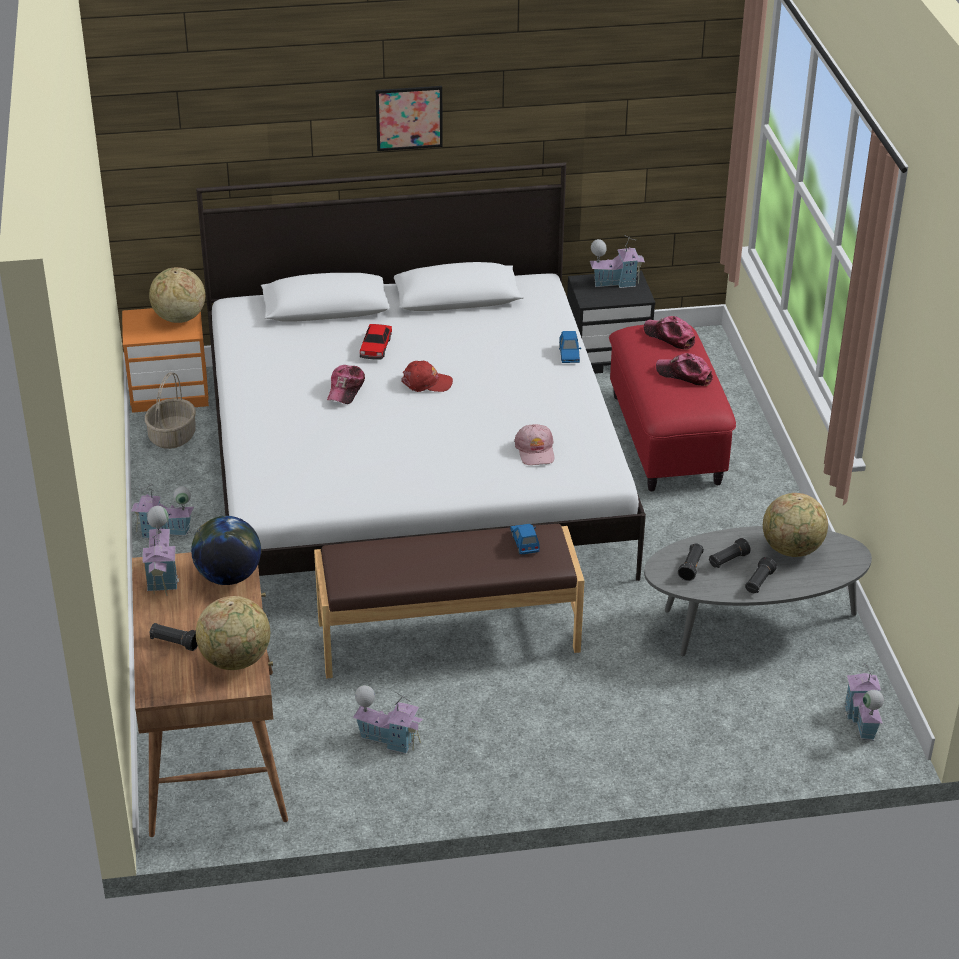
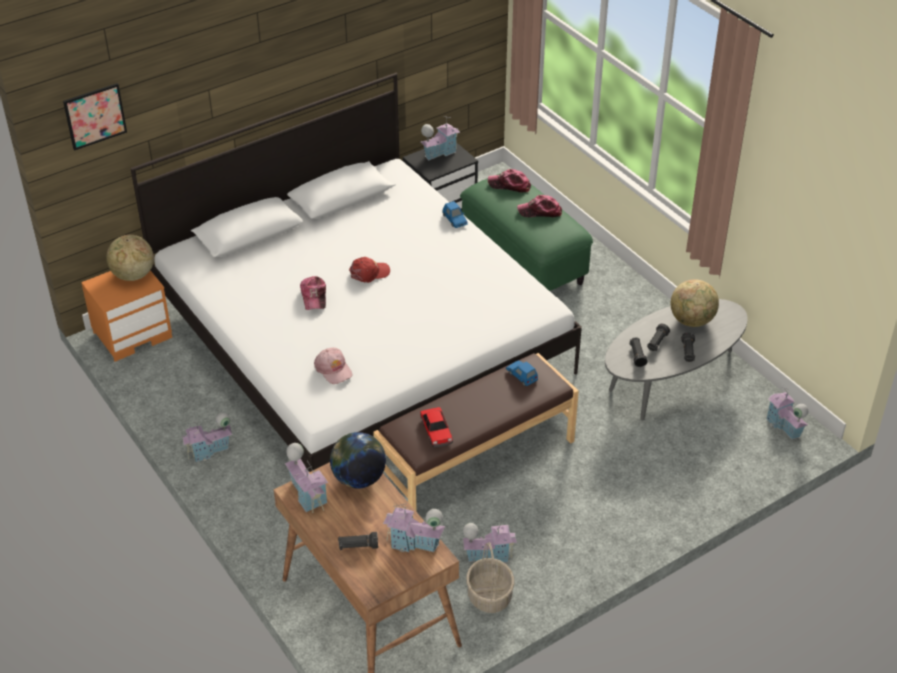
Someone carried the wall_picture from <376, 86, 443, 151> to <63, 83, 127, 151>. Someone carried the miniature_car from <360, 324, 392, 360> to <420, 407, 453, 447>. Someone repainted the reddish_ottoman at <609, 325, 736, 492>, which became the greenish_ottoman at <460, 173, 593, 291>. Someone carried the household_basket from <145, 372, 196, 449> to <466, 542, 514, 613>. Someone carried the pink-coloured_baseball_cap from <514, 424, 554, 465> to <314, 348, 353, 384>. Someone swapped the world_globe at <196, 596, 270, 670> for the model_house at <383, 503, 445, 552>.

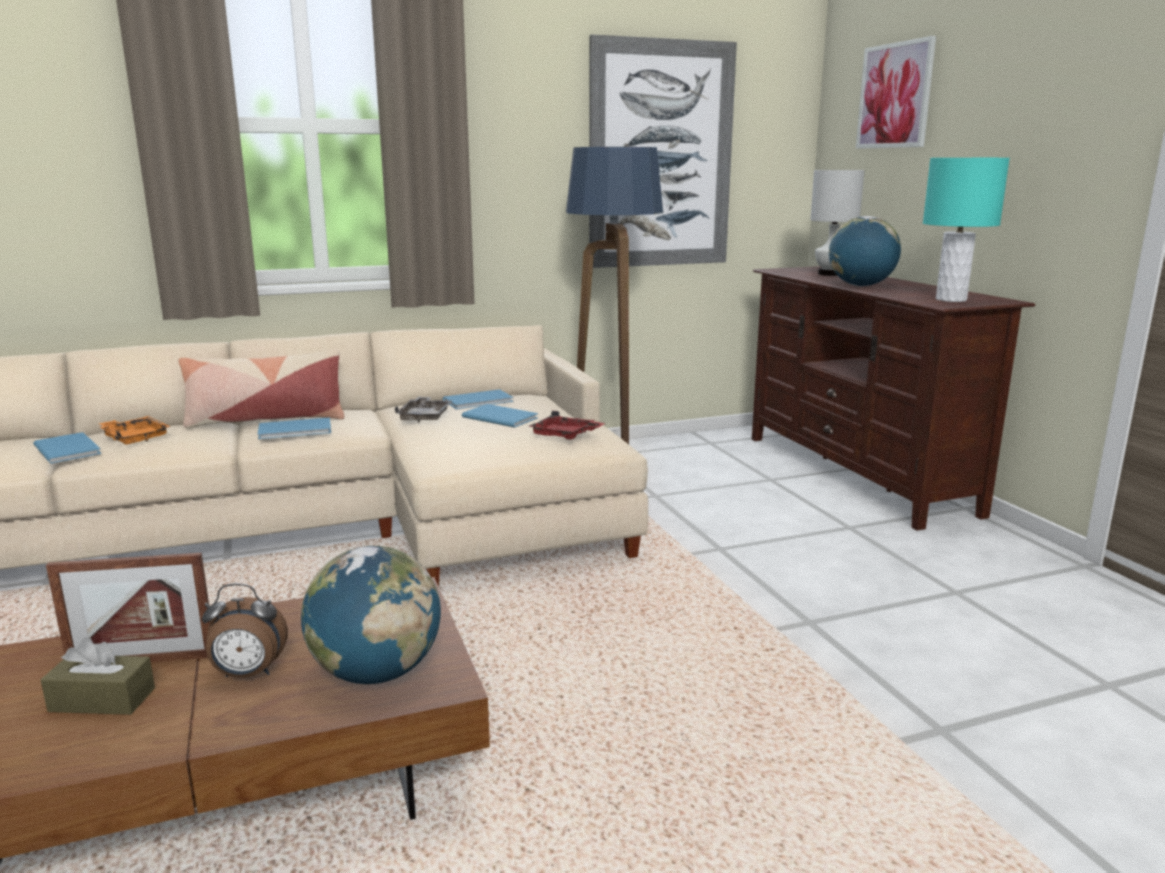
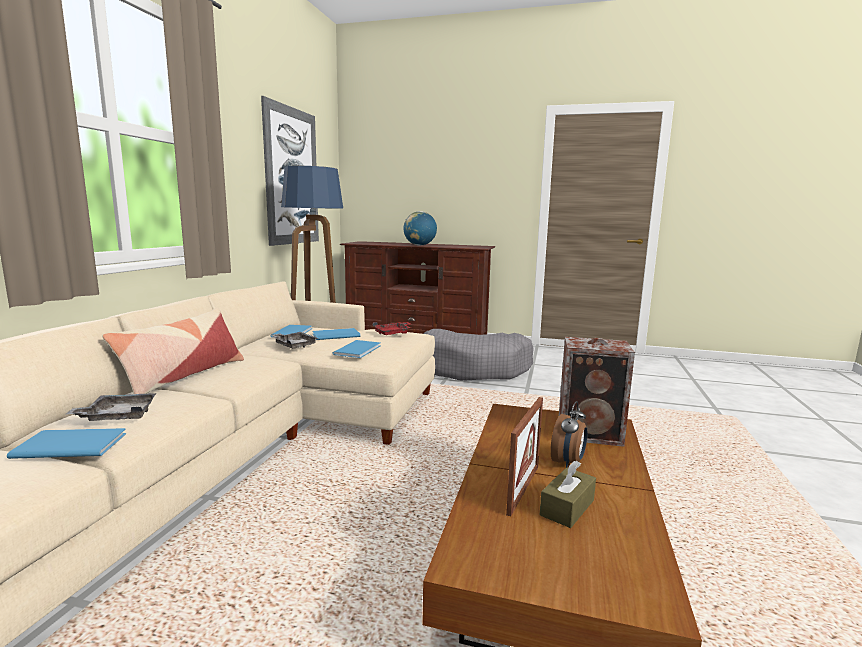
Someone took away the wall_picture at <856, 36, 936, 149>. Someone took away the turquoise-coloured_lamp_for_a_table at <923, 158, 1010, 302>. Someone took away the white-coloured_lamp_for_a_table at <810, 170, 865, 276>. Someone repainted the orange_carrying_tray at <98, 416, 171, 444>, which became the grey_carrying_tray at <66, 393, 156, 421>. Someone carried the blue_book from <258, 417, 331, 439> to <333, 340, 380, 358>. Someone swapped the world_globe at <301, 546, 441, 684> for the speaker at <559, 337, 635, 447>. Someone put down the grey_dog_cushion at <423, 329, 534, 381>.

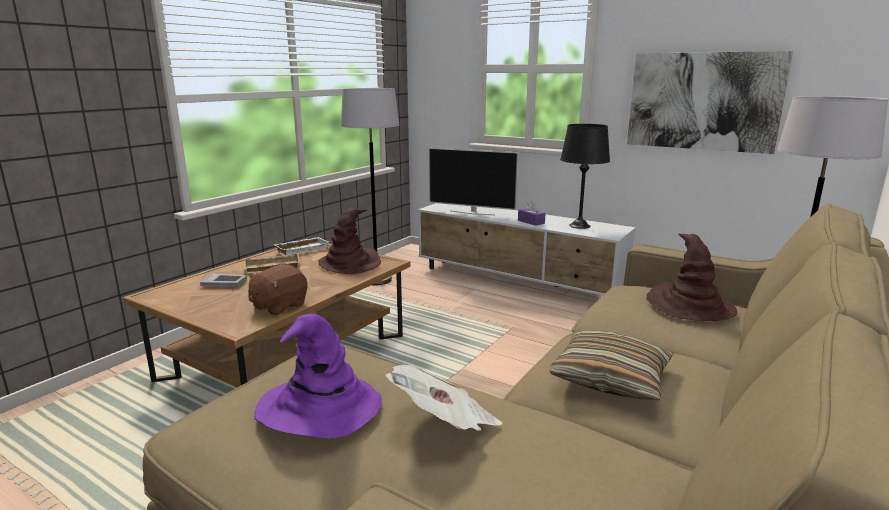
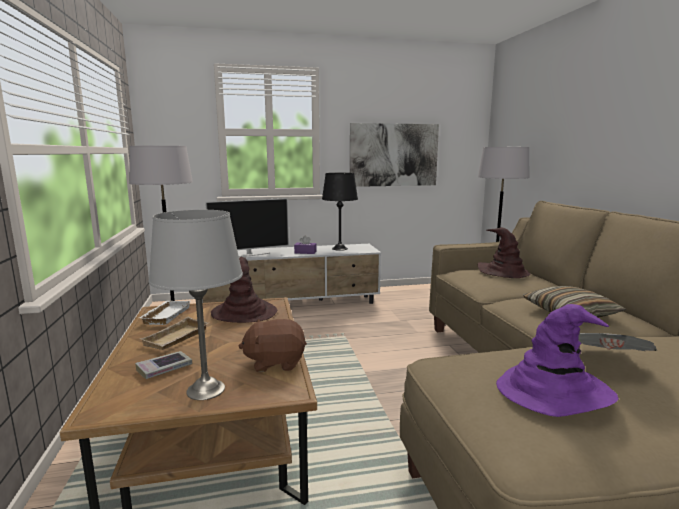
Someone rotated the brownish_plush_toy at <248, 264, 308, 316> by 90 degrees clockwise. Someone put down the grey_lamp_for_a_table at <149, 210, 243, 400>.

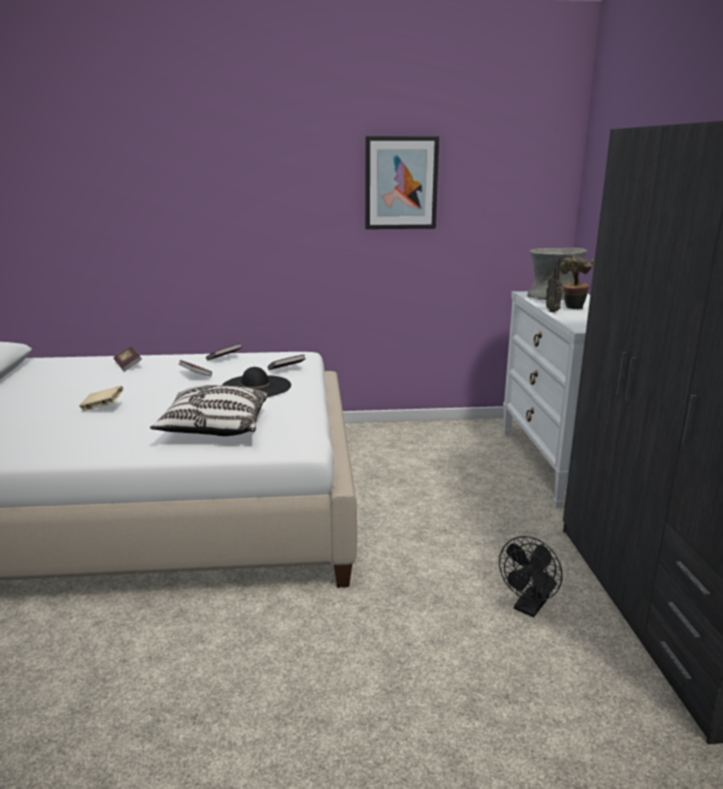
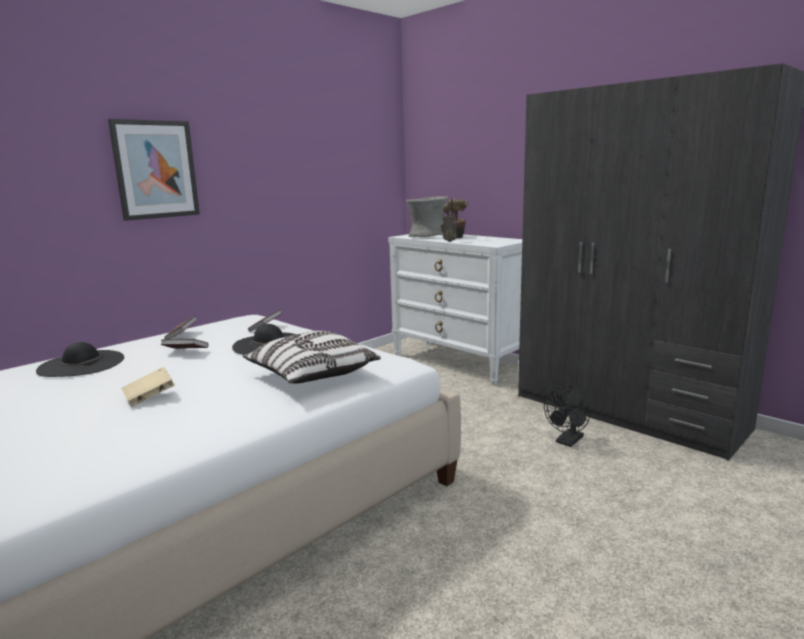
Someone carried the wall_picture from <365, 136, 439, 229> to <108, 119, 200, 221>. Someone swapped the book at <114, 346, 142, 371> for the black-coloured_hat at <36, 342, 124, 377>. Someone rotated the black-coloured_fan at <499, 536, 563, 617> by 45 degrees clockwise.

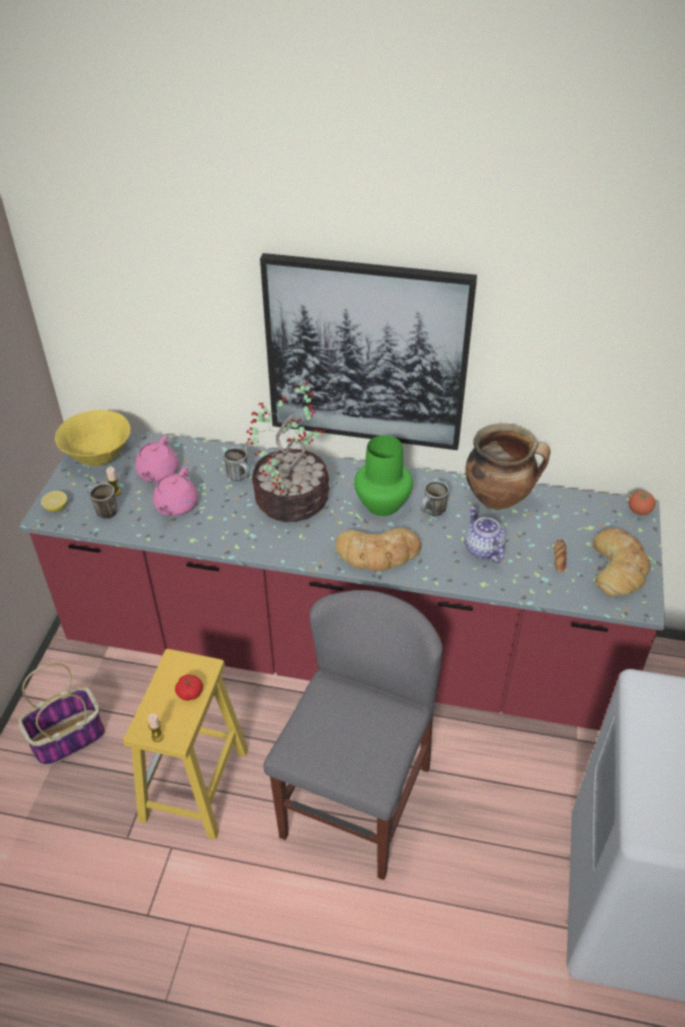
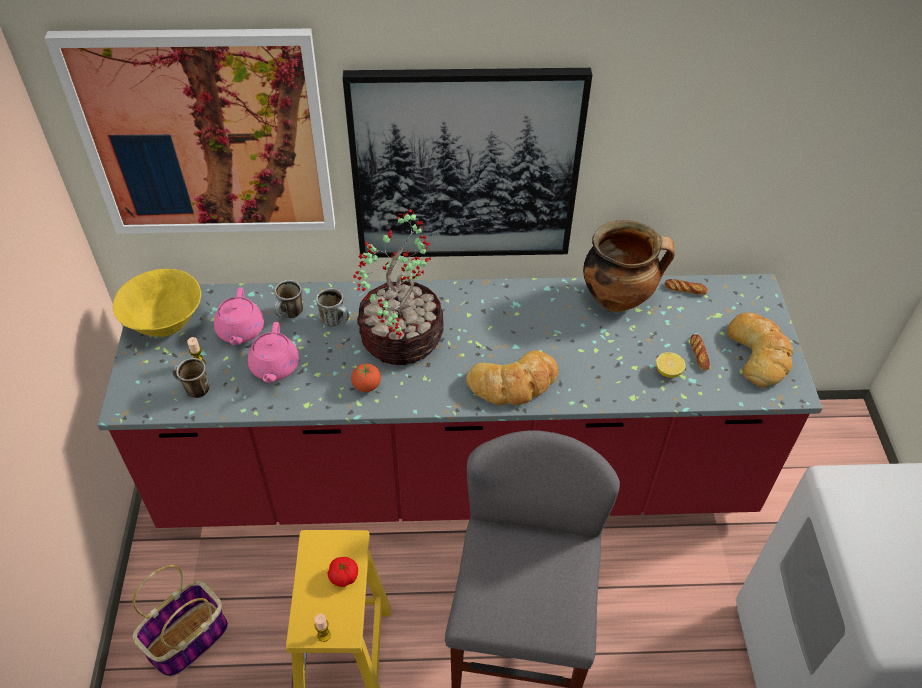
Someone took away the greenish_vase at <354, 435, 413, 516>. Someone carried the coffee_mug from <421, 480, 449, 516> to <274, 280, 303, 318>. Someone carried the citrus_fruit from <41, 491, 67, 512> to <656, 352, 686, 378>. Someone carried the whole_tomato from <628, 491, 656, 515> to <351, 364, 381, 392>. Someone took away the pot_for_tea at <464, 506, 506, 563>. Someone put up the wall_picture at <45, 29, 335, 234>. Someone put down the bread at <664, 279, 708, 295>.

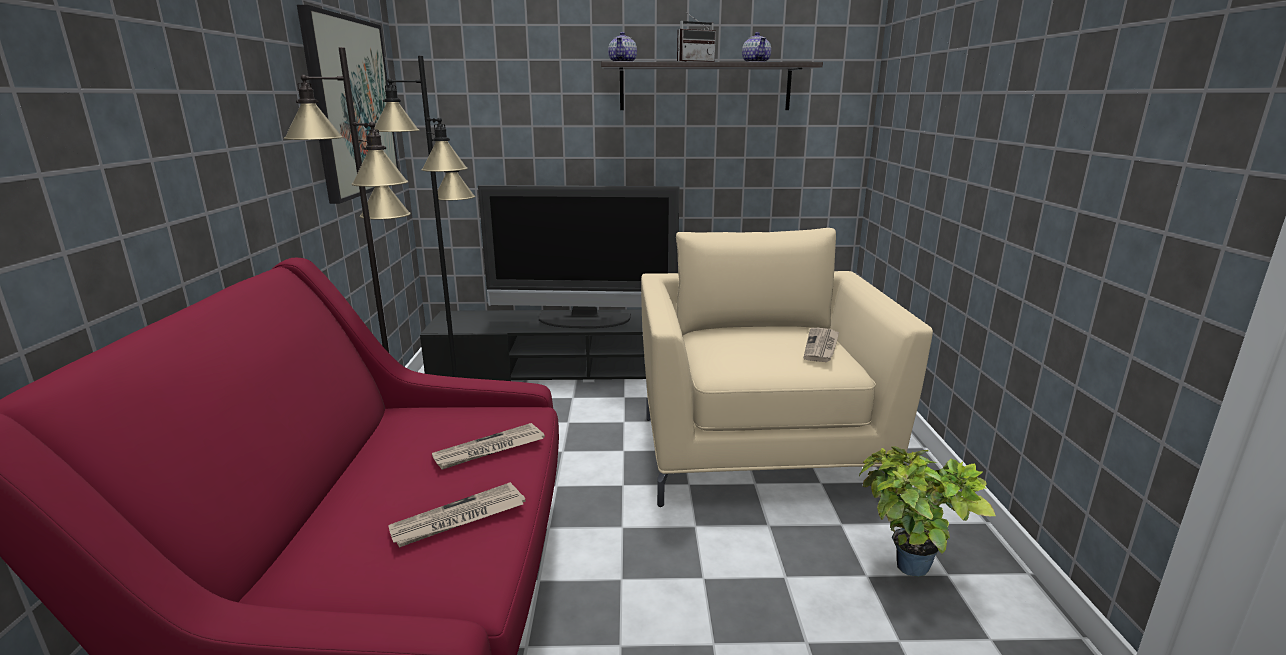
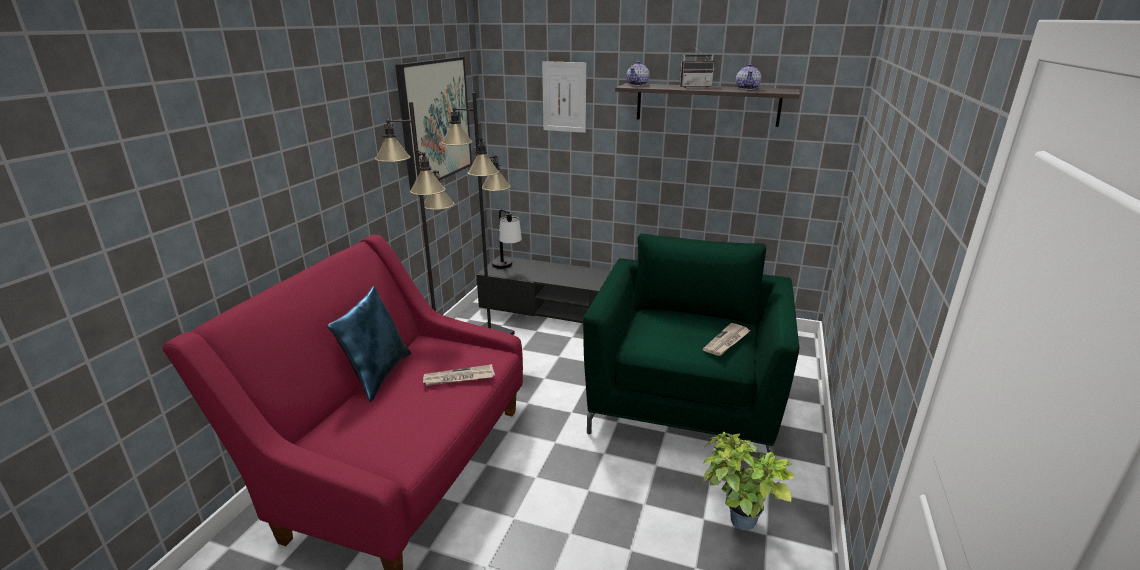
Someone took away the television at <478, 185, 679, 328>. Someone repainted the sand-coloured_easy_chair at <641, 228, 933, 507>, which became the greenish_easy_chair at <583, 234, 799, 453>. Someone took away the daily_paper at <389, 482, 526, 548>. Someone put up the wall_picture at <542, 61, 586, 133>. Someone put down the lamp_for_a_table at <492, 209, 522, 269>. Someone put down the blue_throw_pillow at <327, 286, 411, 402>.

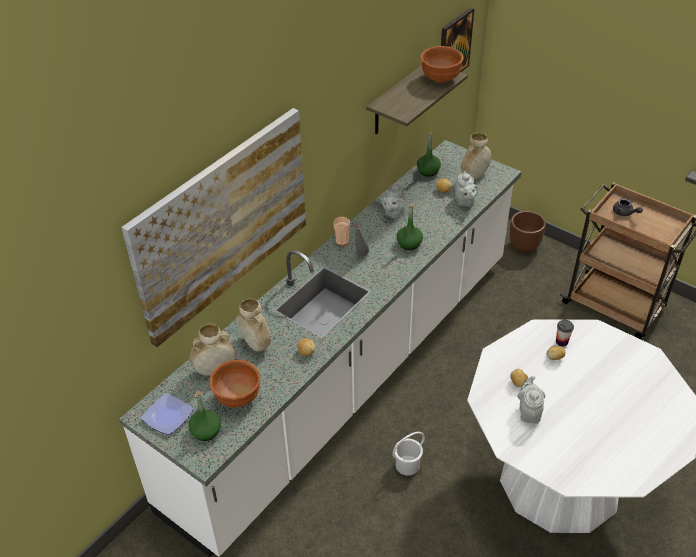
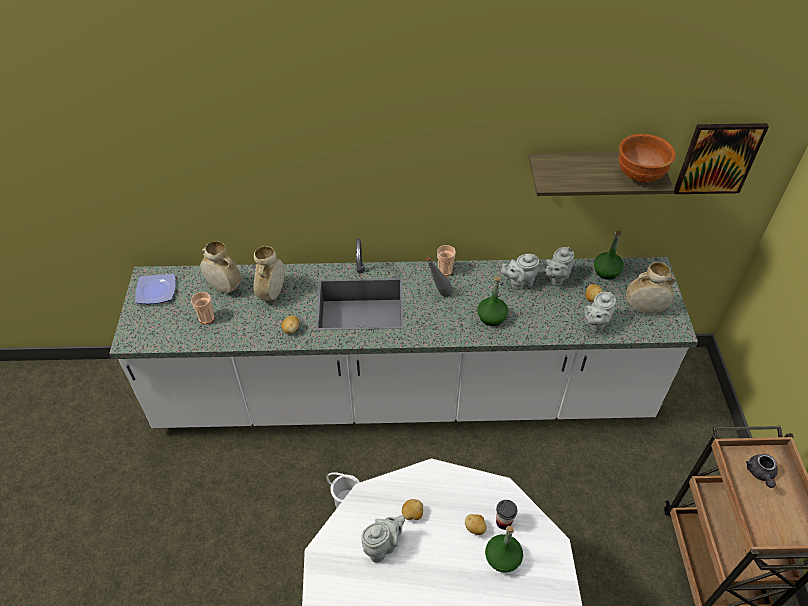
Someone took away the wall_picture at <121, 108, 306, 347>. Someone took away the brownish_planter at <509, 211, 546, 252>. Someone swapped the brownish_serving_bowl at <209, 360, 260, 408> for the cup at <191, 292, 215, 324>. Someone carried the greenish_bottle from <188, 391, 221, 441> to <485, 526, 523, 572>. Someone put down the grey_pot_for_tea at <545, 247, 574, 286>.

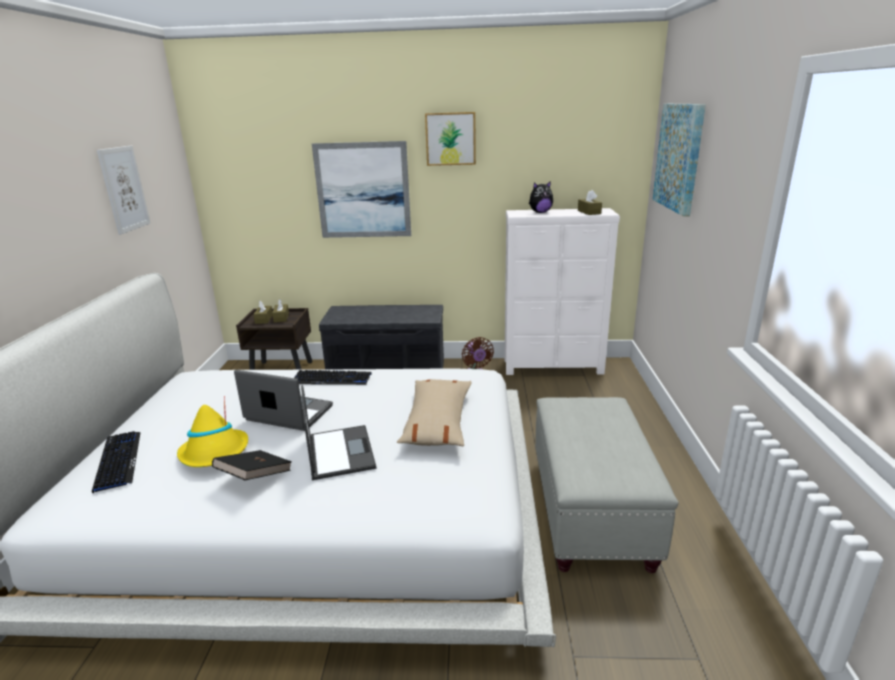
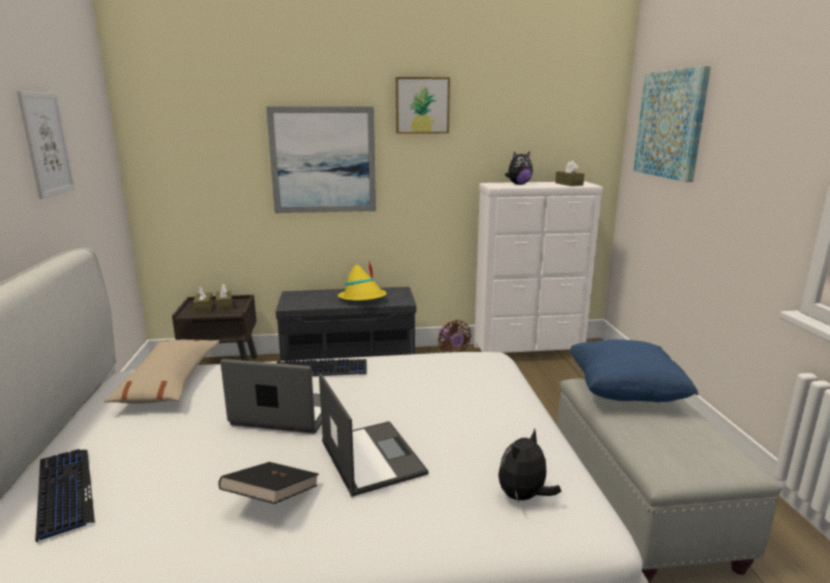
Someone carried the sand-coloured_throw_pillow from <397, 380, 472, 446> to <104, 340, 219, 404>. Someone carried the yellowish_hat from <177, 396, 248, 467> to <338, 259, 387, 301>. Someone put down the blue_throw_pillow at <570, 339, 698, 402>. Someone put down the plush_toy at <498, 429, 561, 503>.

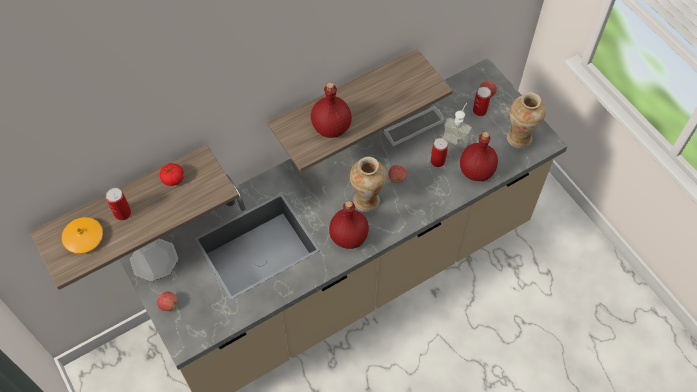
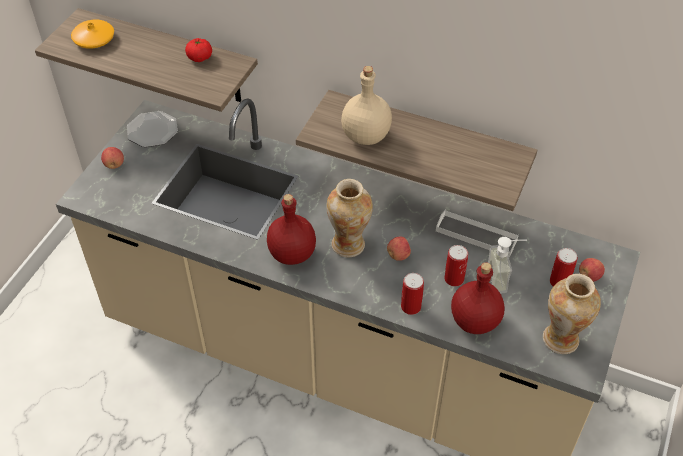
Someone repainted the reddish_bottle at <311, 82, 352, 138>, which became the sand-coloured_bottle at <341, 66, 392, 145>. Someone carried the sealed_can from <105, 188, 131, 220> to <401, 273, 424, 315>.

